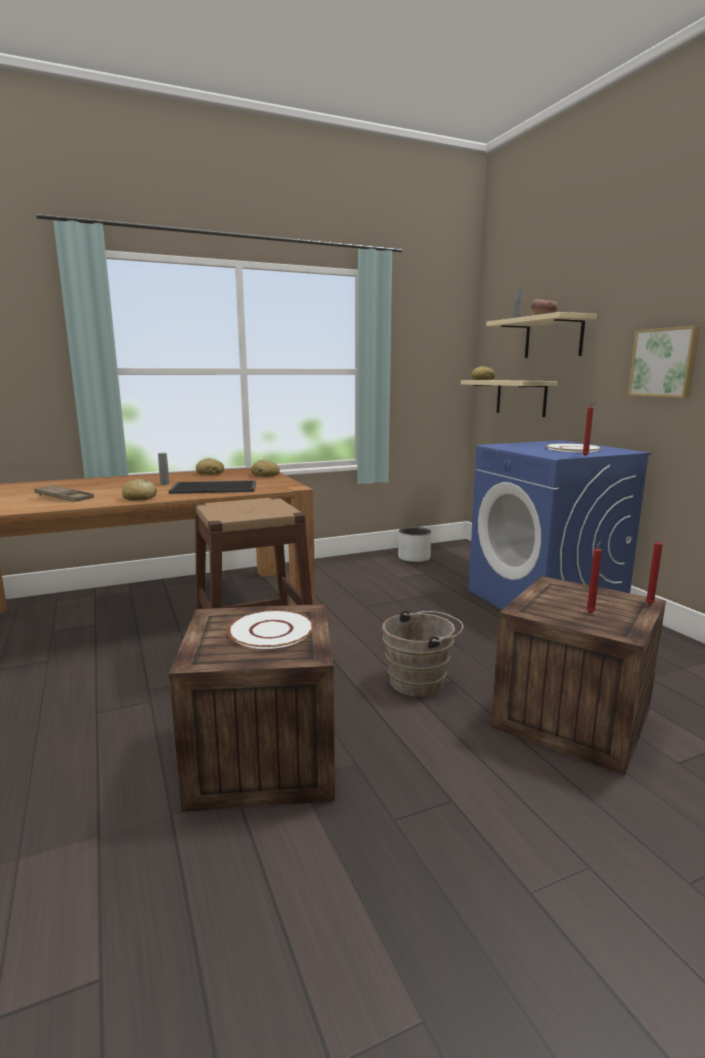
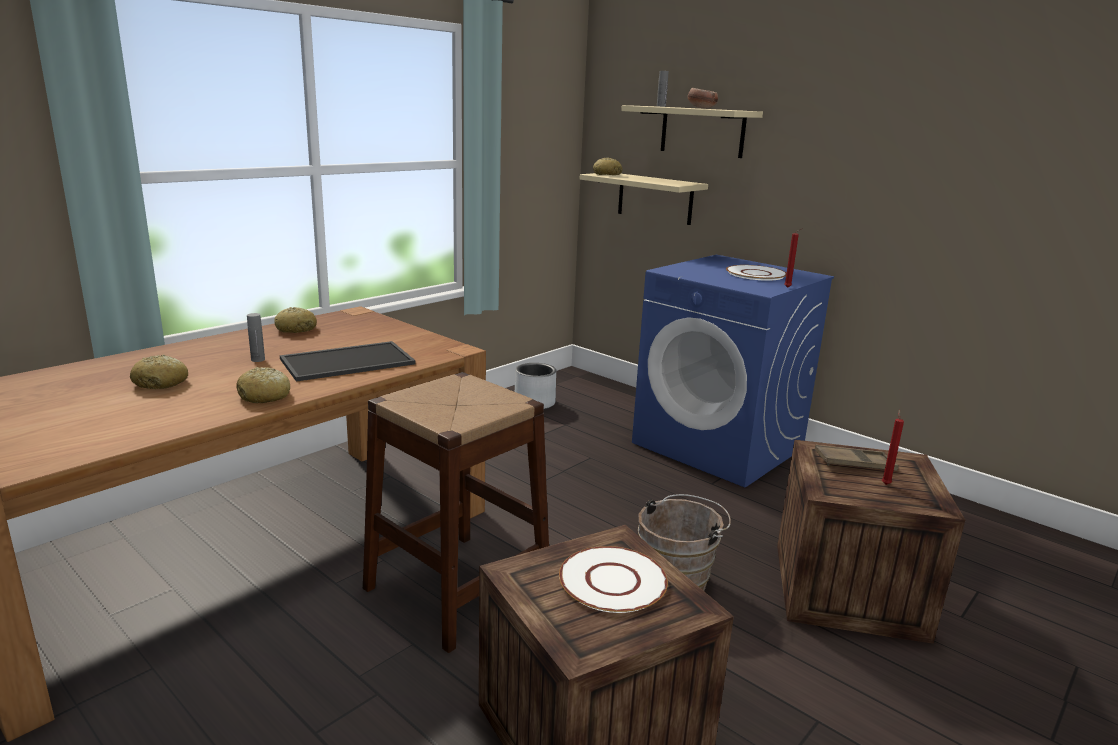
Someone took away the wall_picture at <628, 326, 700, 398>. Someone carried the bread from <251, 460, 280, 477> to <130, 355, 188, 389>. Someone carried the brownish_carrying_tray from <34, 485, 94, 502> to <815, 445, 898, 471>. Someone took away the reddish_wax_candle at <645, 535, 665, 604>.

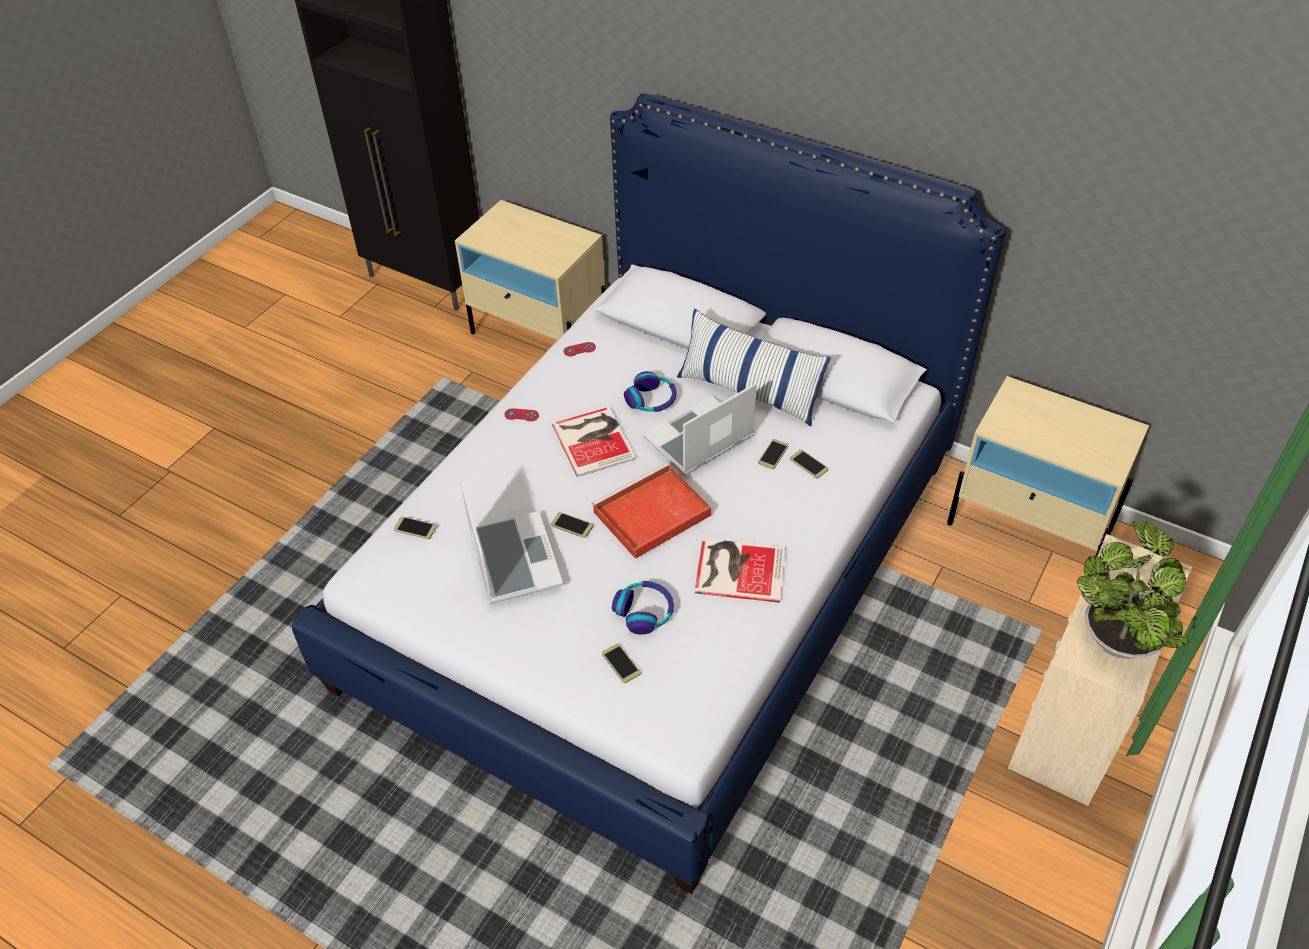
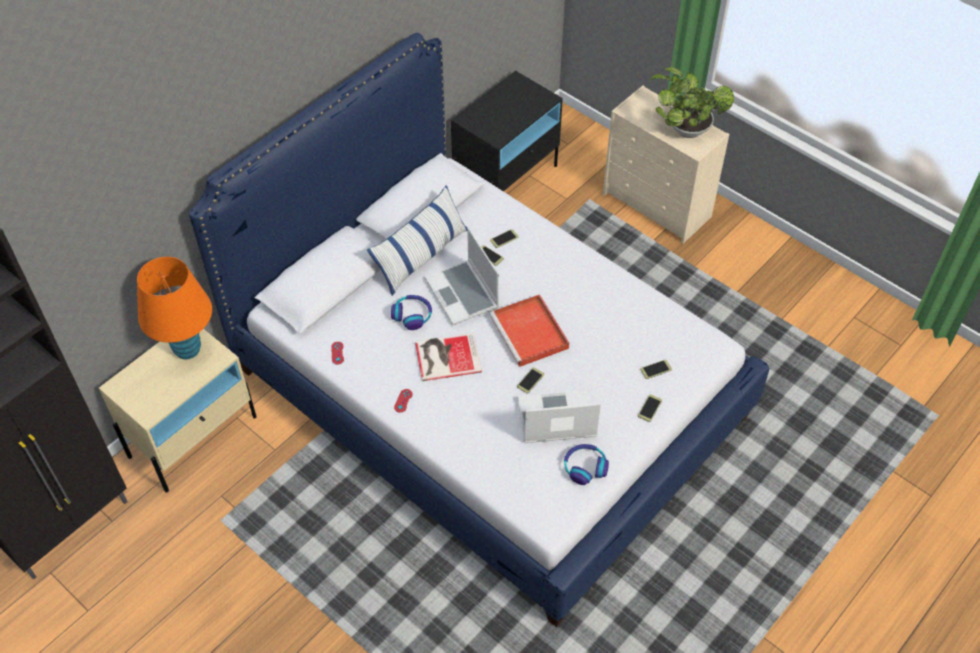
Someone repainted the sand-coloured_night_table at <947, 376, 1149, 556>, which became the black-coloured_night_table at <451, 71, 563, 191>. Someone carried the phone from <394, 516, 437, 539> to <638, 394, 662, 422>. Someone took away the book at <694, 538, 785, 603>. Someone carried the headset from <612, 581, 674, 635> to <564, 444, 609, 485>. Someone put down the orange_lamp_for_a_table at <137, 257, 212, 359>.

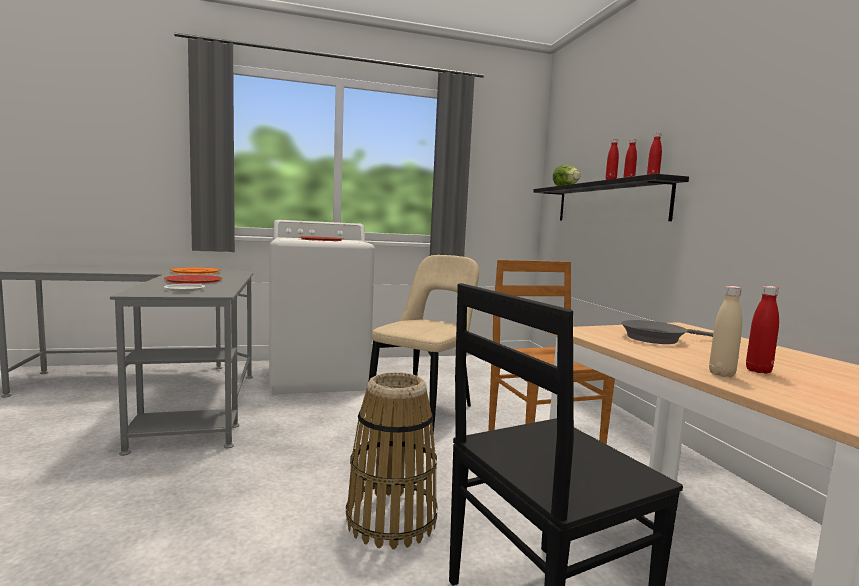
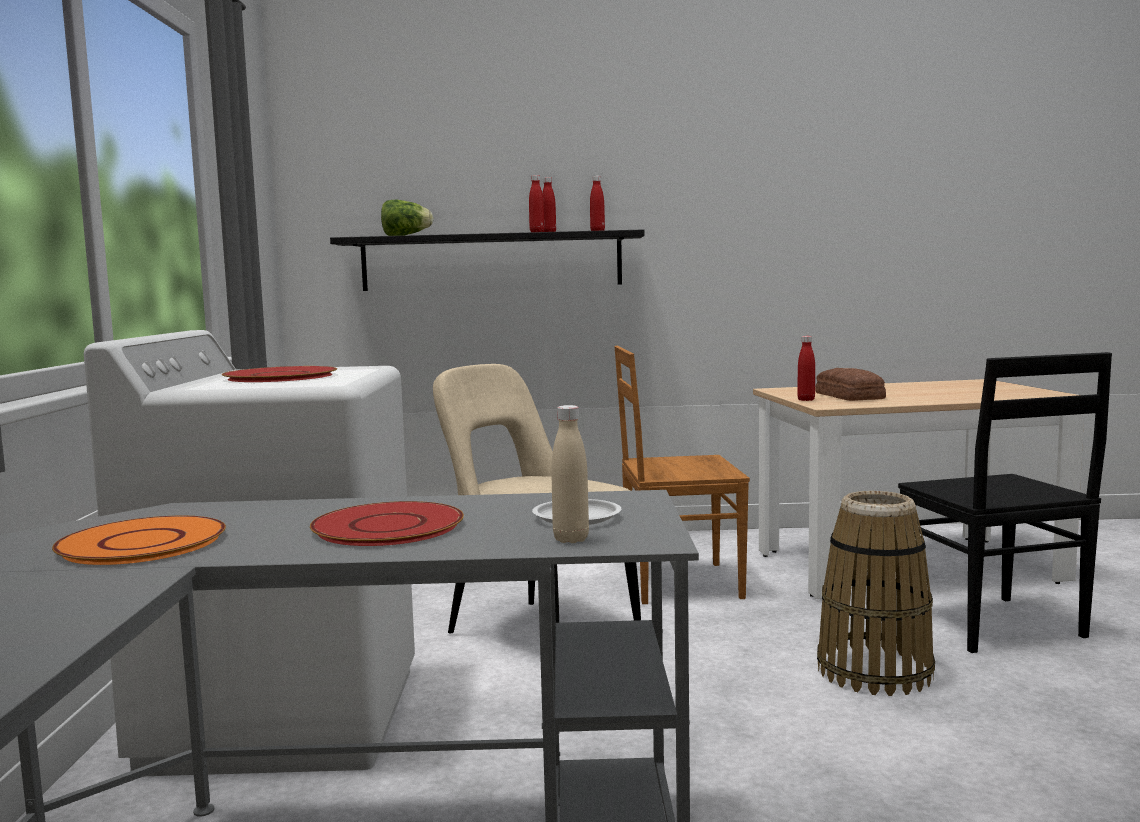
Someone carried the sand-coloured_bottle from <709, 286, 742, 377> to <551, 405, 589, 543>. Someone carried the reddish_bottle from <746, 286, 779, 374> to <797, 336, 815, 401>. Someone swapped the grey_frying_pan at <621, 320, 713, 344> for the bread at <815, 368, 886, 401>.

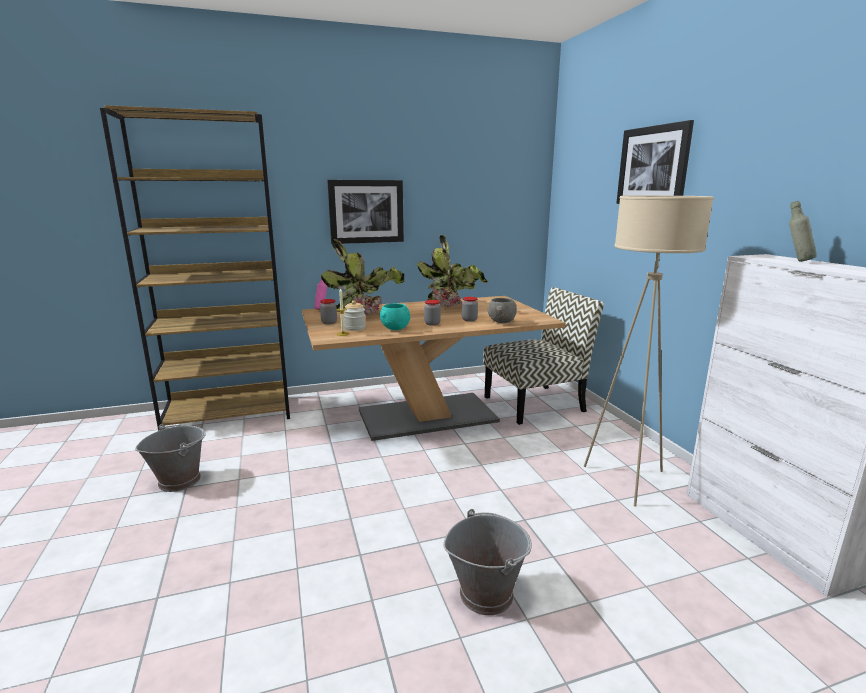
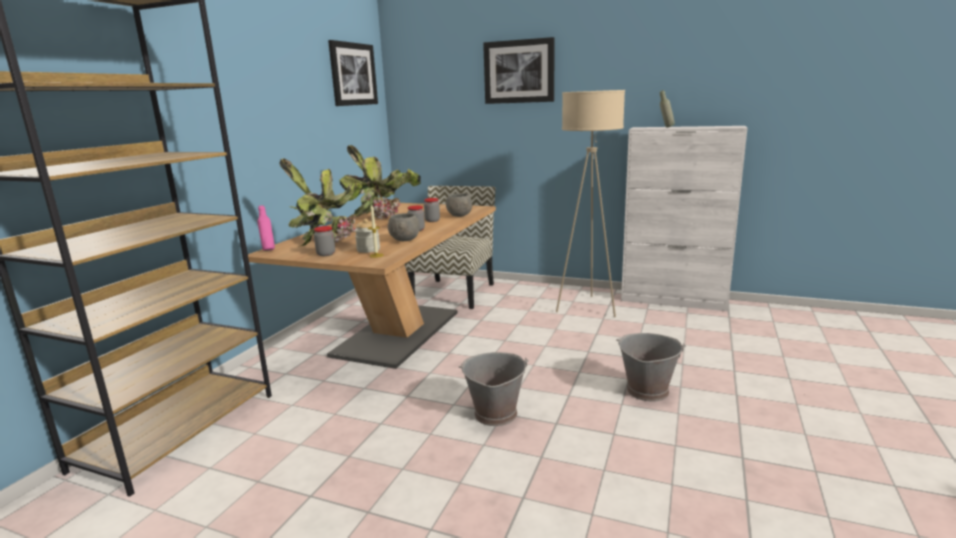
Someone carried the wall_picture from <327, 180, 404, 244> to <328, 40, 378, 106>. Someone repainted the turquoise-coloured_serving_bowl at <380, 303, 410, 330>, which became the grey_serving_bowl at <388, 213, 420, 241>. Someone carried the grey_bucket from <135, 424, 206, 492> to <459, 352, 529, 426>.

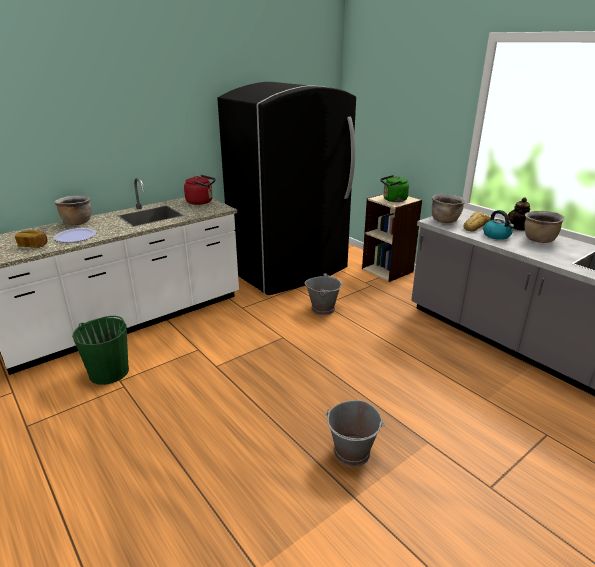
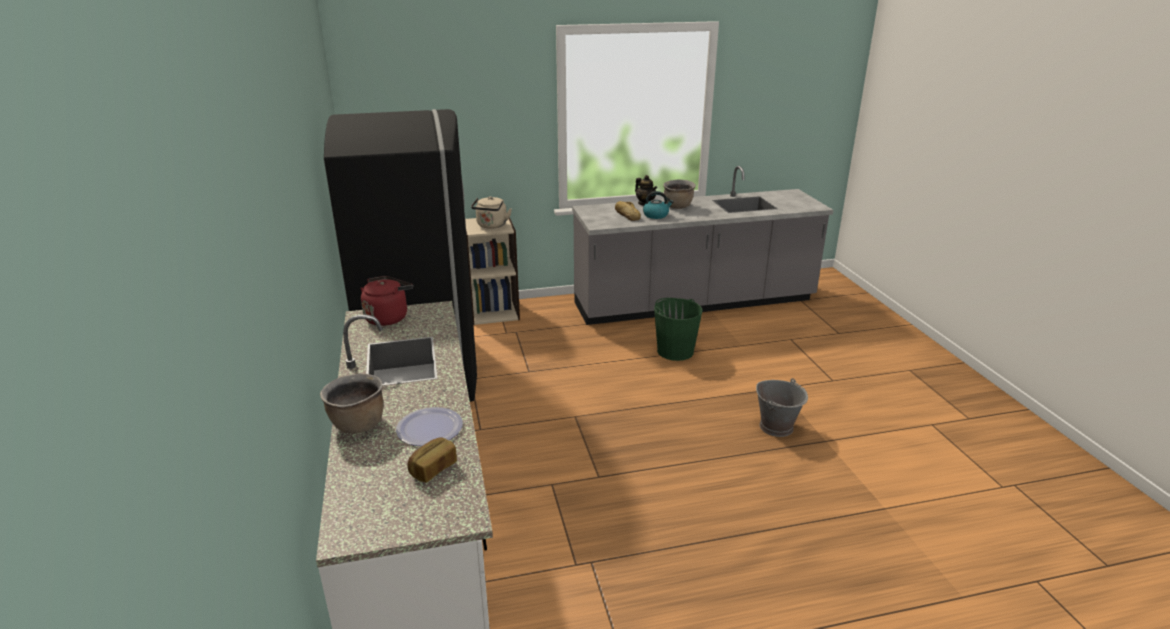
Someone repainted the greenish_water_kettle at <380, 175, 409, 202>, which became the sand-coloured_water_kettle at <471, 197, 512, 229>. Someone took away the brownish_stockpot at <432, 194, 465, 223>. Someone took away the grey_bucket at <304, 273, 342, 315>. Someone carried the greenish_bucket from <72, 316, 129, 385> to <654, 298, 702, 361>.

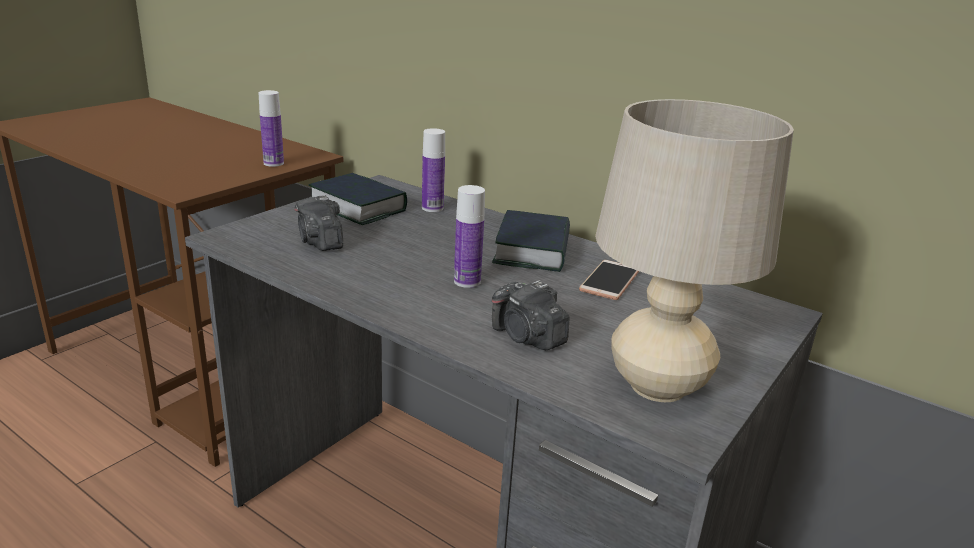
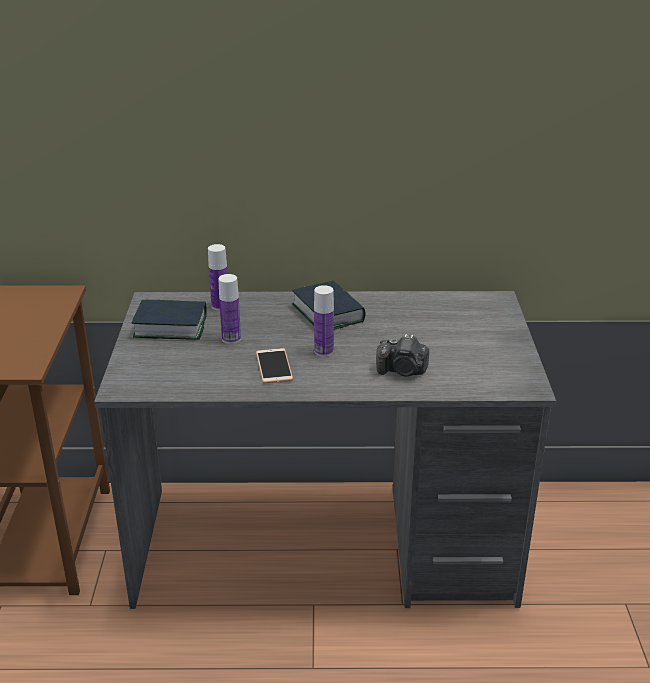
Someone carried the bottle from <259, 90, 284, 167> to <219, 274, 241, 344>. Someone took away the sand-coloured_lamp_for_a_table at <595, 99, 794, 402>. Someone took away the still_camera at <294, 195, 343, 251>. Someone carried the phone from <579, 260, 639, 300> to <256, 348, 293, 384>.

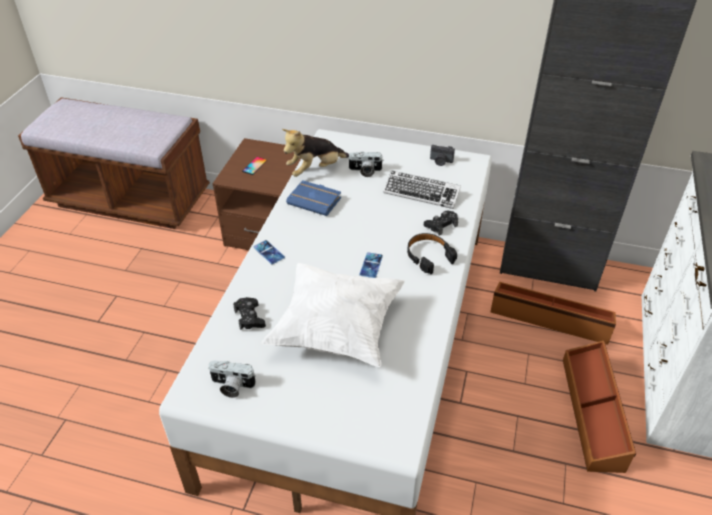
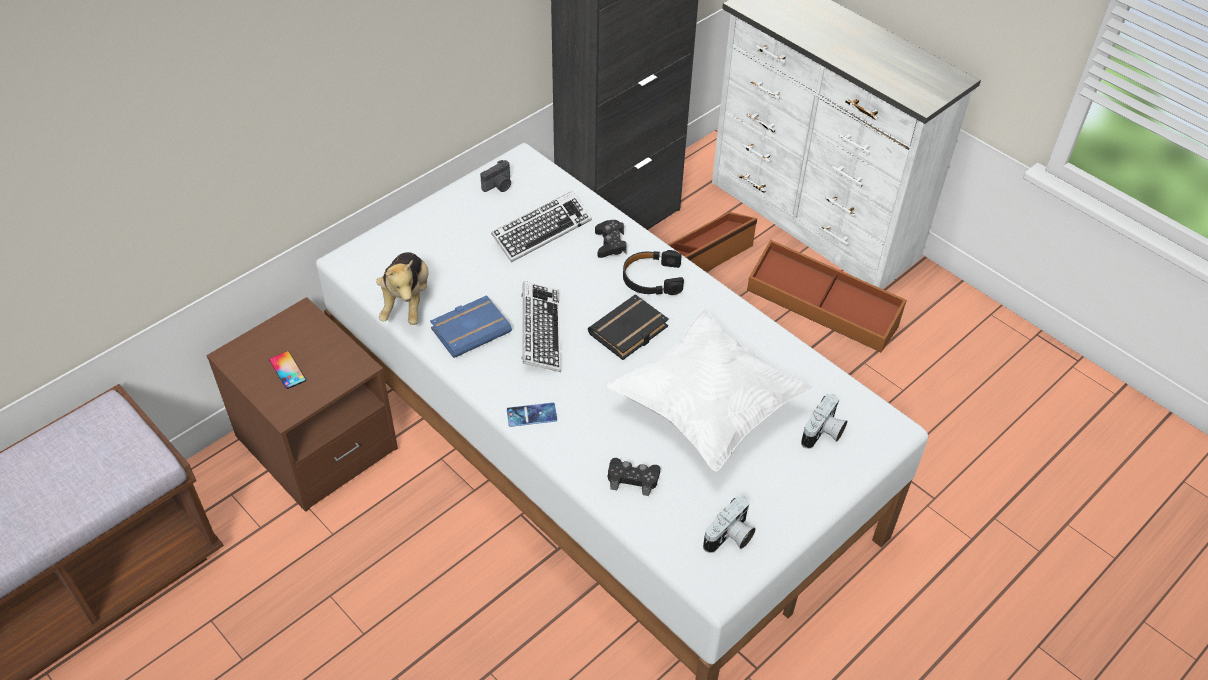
Someone carried the still_camera from <348, 152, 383, 177> to <801, 394, 848, 449>. Someone swapped the phone at <360, 252, 383, 278> for the black-coloured_book at <588, 294, 669, 360>. Someone put down the PC_keyboard at <521, 281, 561, 372>.

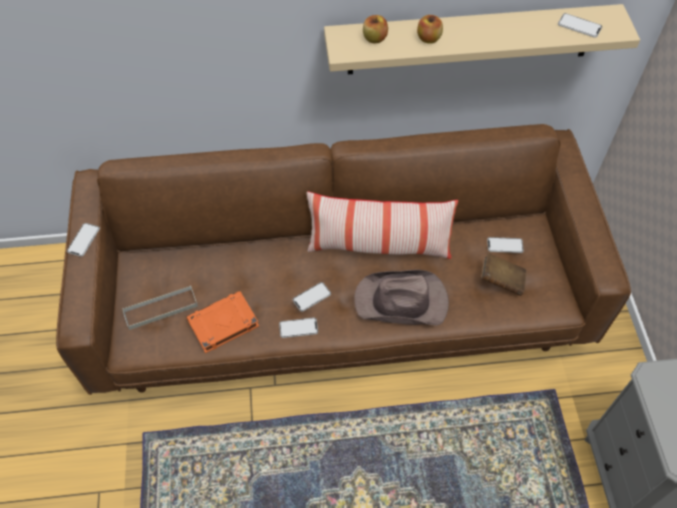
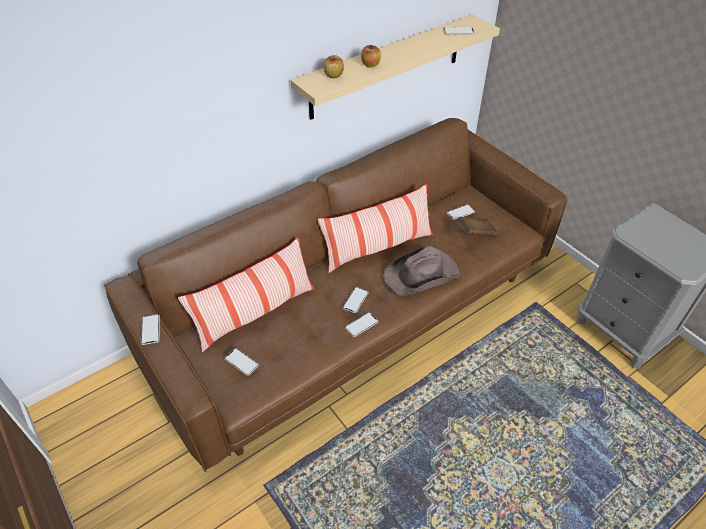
Someone swapped the grey_carrying_tray at <122, 285, 198, 330> for the phone at <224, 348, 259, 376>. Someone took away the orange_book at <186, 291, 259, 353>. Someone put down the throw_pillow at <178, 238, 314, 352>.

